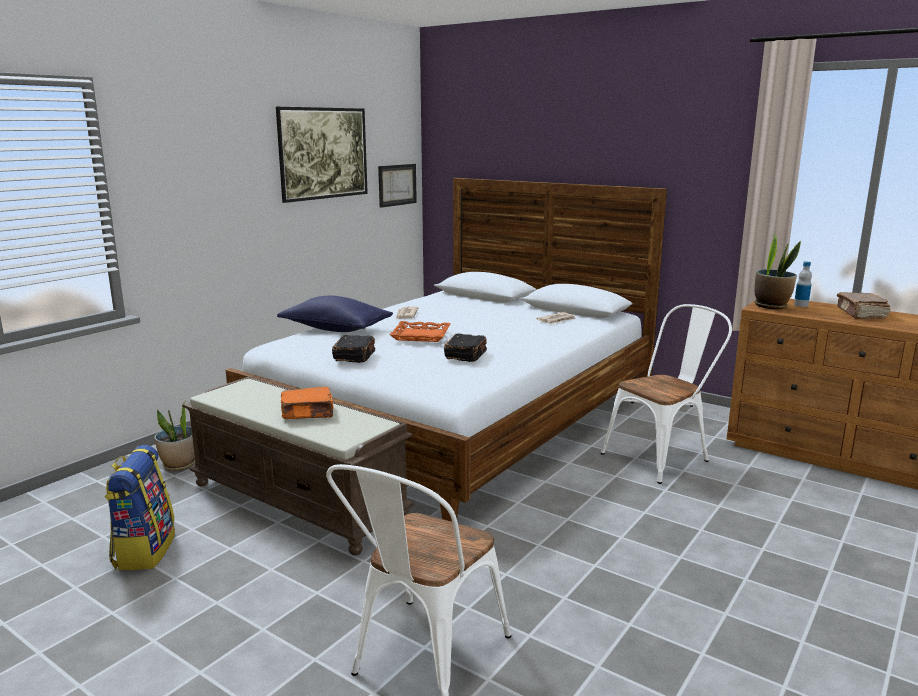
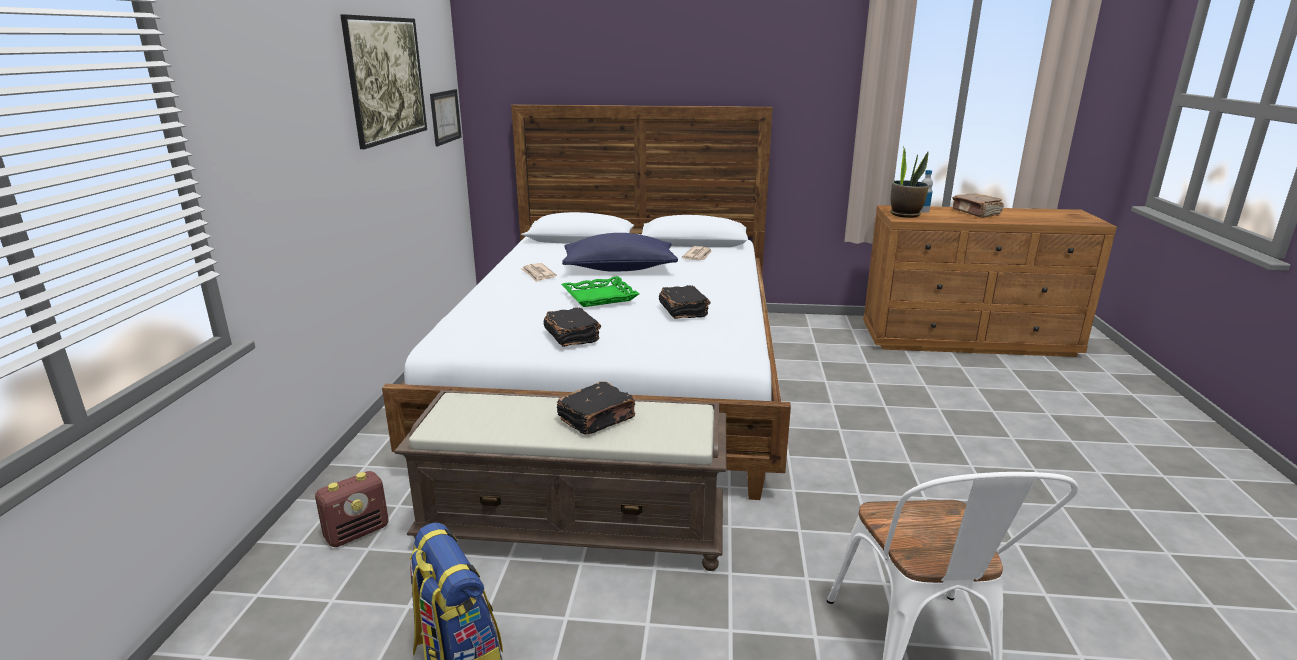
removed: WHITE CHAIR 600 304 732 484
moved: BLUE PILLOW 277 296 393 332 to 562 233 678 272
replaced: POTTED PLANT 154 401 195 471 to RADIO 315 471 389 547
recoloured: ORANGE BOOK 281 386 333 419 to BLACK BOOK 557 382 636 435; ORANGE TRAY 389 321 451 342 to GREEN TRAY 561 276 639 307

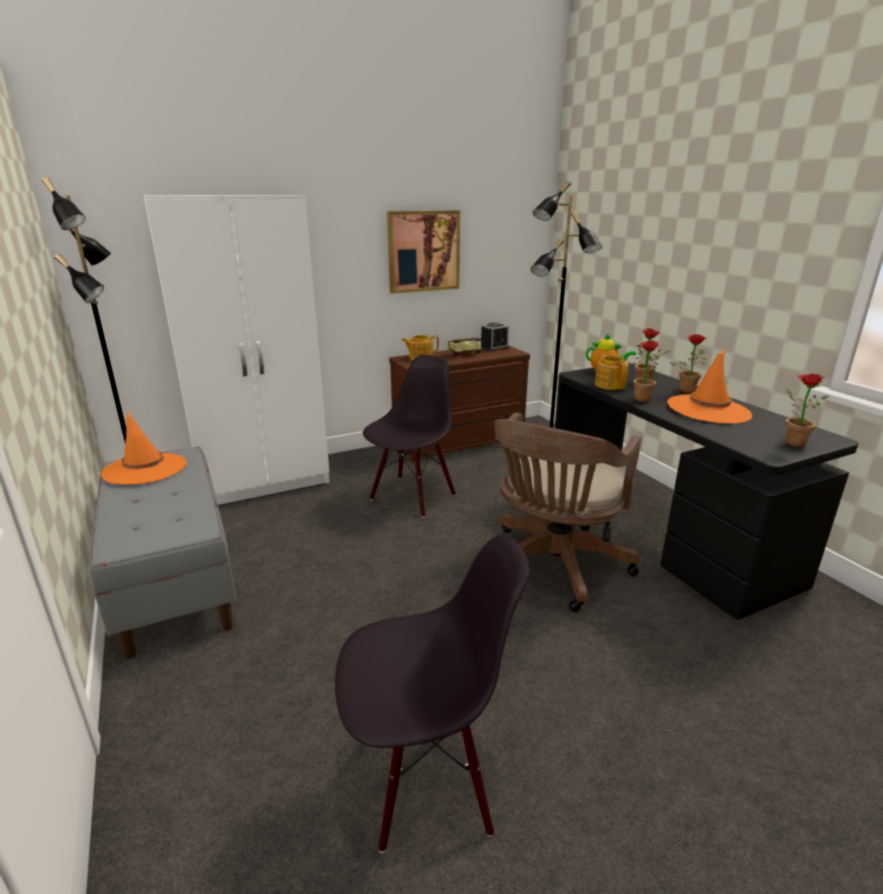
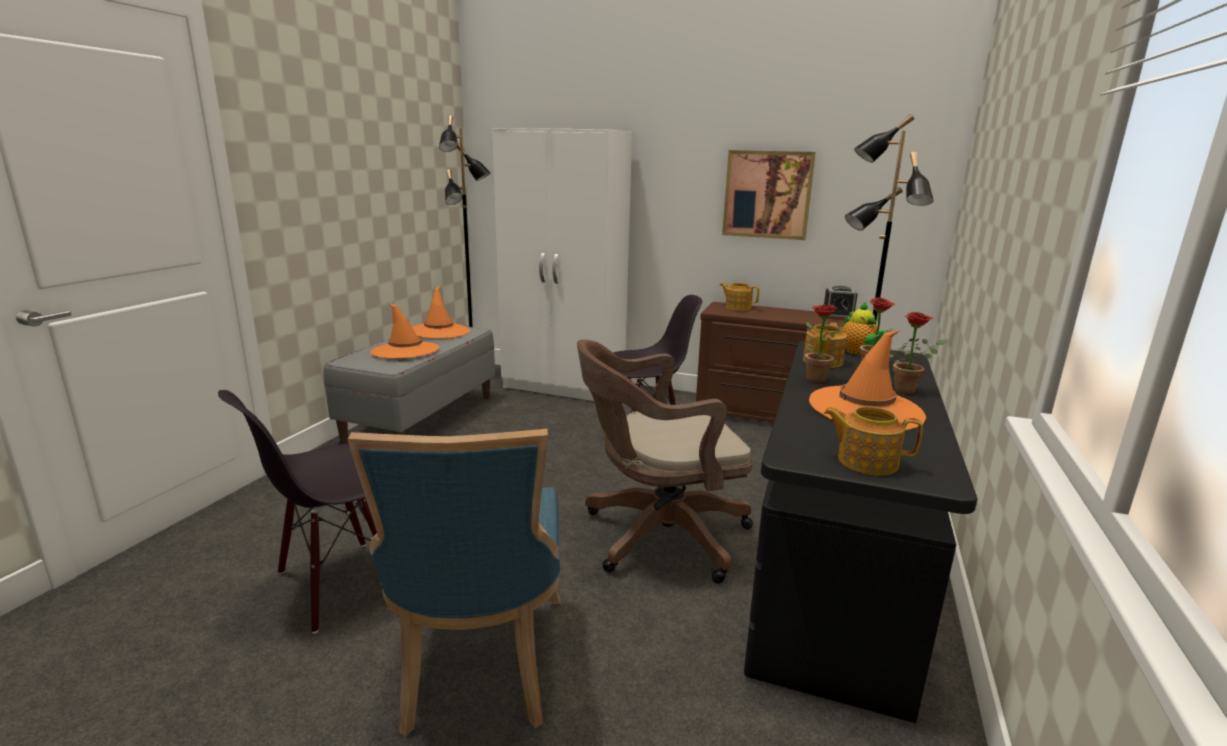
removed: BOOK 447 337 481 358
added: BLUE CHAIR 348 429 560 737; ORANGE HAT 370 303 440 358
replaced: POTTED PLANT 785 374 829 447 to TEAPOT 824 406 923 475
turned: BLACK CHAIR 335 534 529 853 = 218 390 377 633 105 degrees clockwise

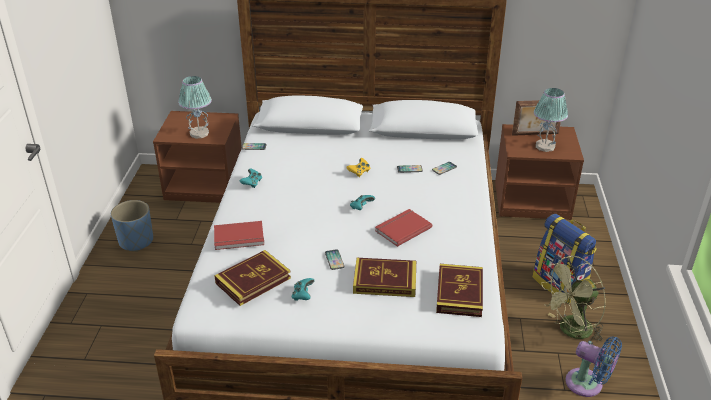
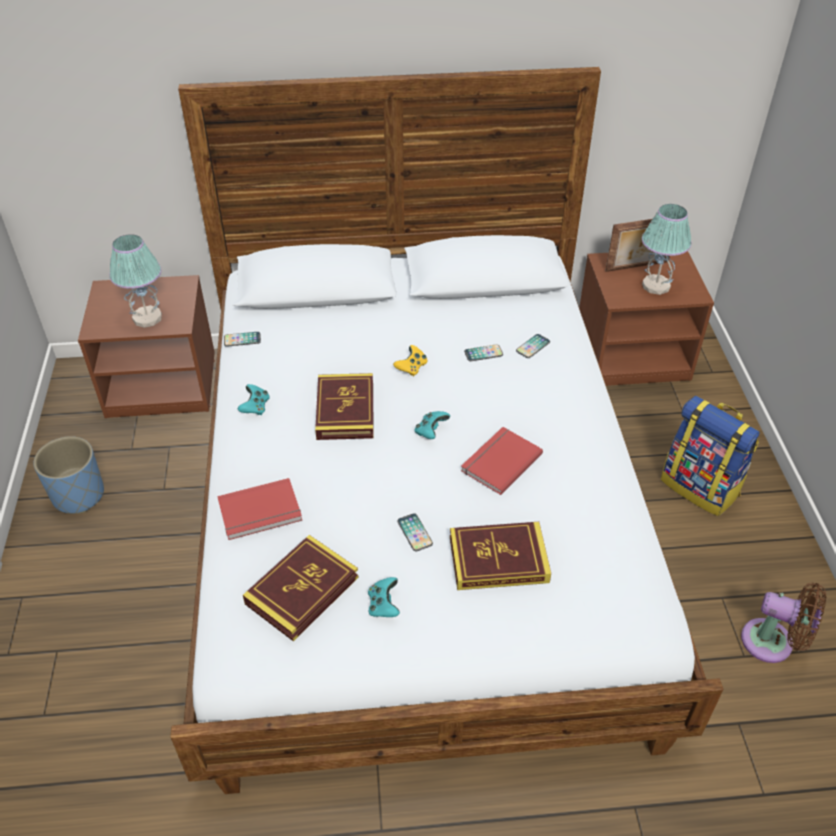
removed: GREEN FAN 541 256 606 345
moved: BOOK 436 264 483 317 to 315 373 374 440
recoloured: BLUE FAN 565 336 622 397 to BROWN FAN 741 583 826 663

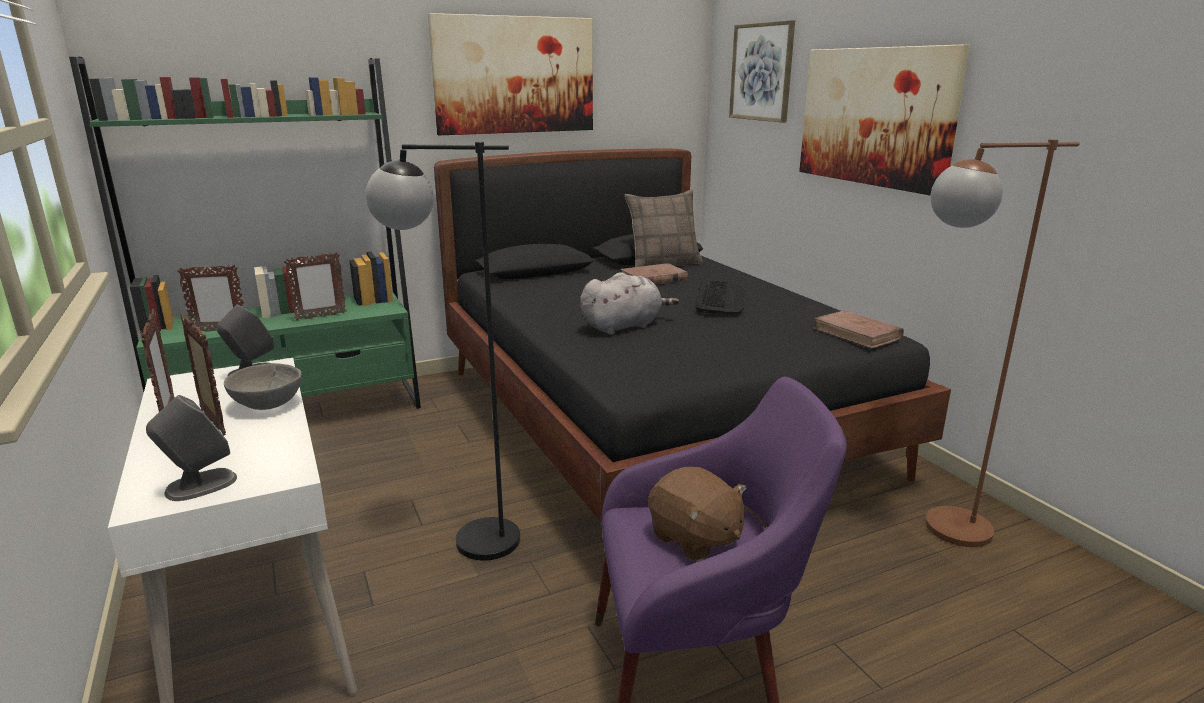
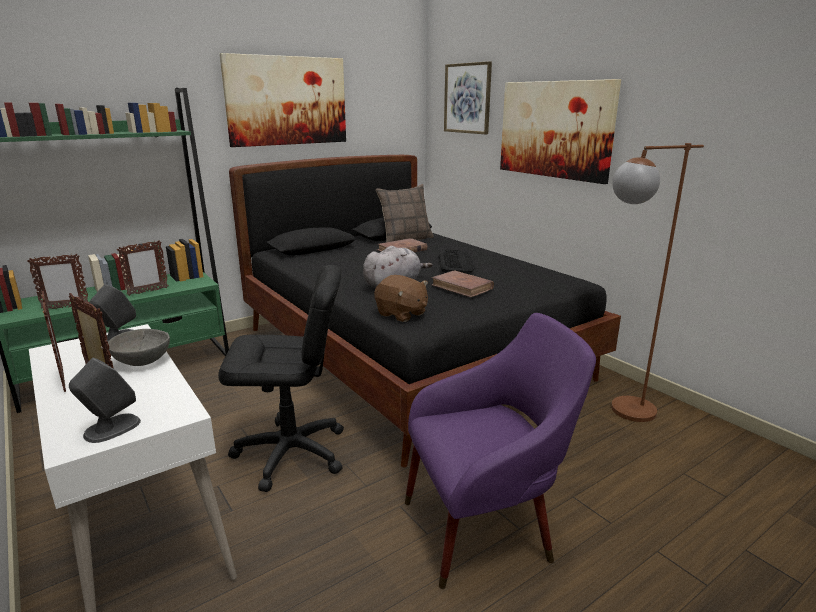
moved: BROWN PLUSH TOY 648 467 746 562 to 374 275 428 322; BROWN BOOK 813 310 904 349 to 431 270 494 297
replaced: BLACK FLOOR LAMP 366 142 520 560 to BLACK OFFICE CHAIR 218 265 344 492

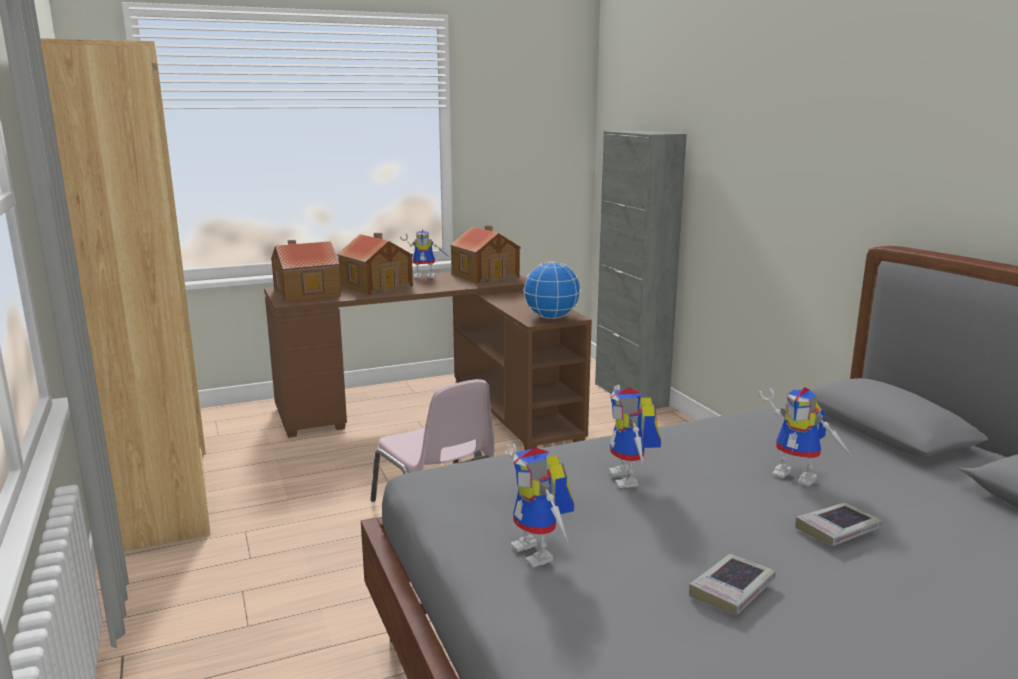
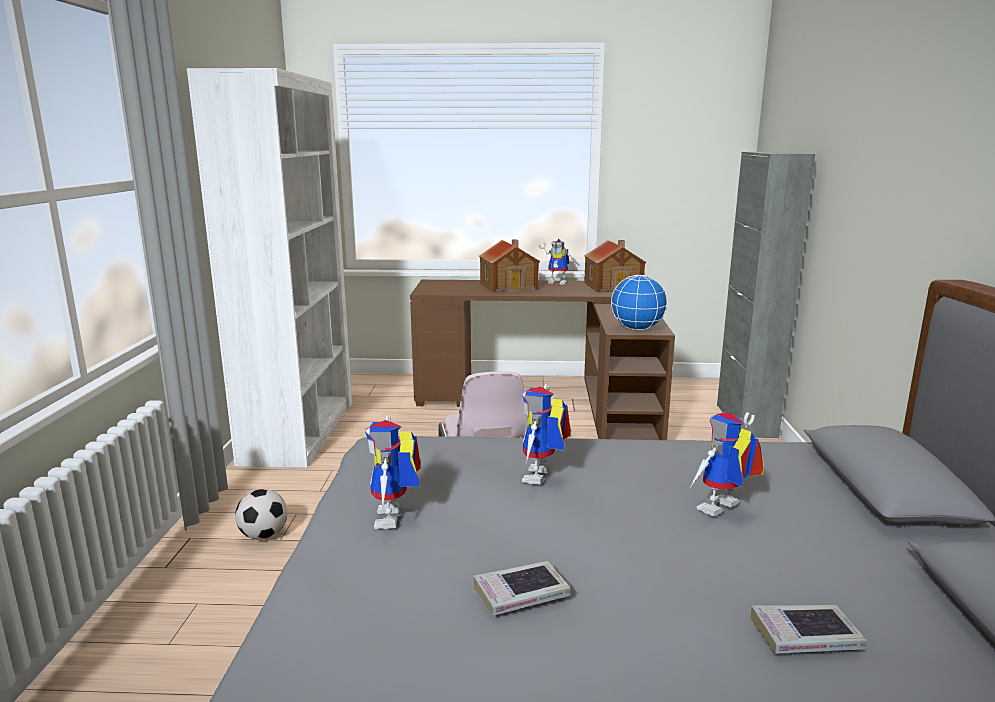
removed: TOY HOUSE 271 240 341 303
added: FOOTBALL 235 489 287 540
moved: BOOK 795 503 882 546 to 751 605 867 654
recoloured: BROWN BOOKCASE 40 38 210 551 to WHITE BOOKCASE 187 68 352 468
turned: TOY ROBOT 759 387 851 486 = 689 412 765 517 75 degrees clockwise

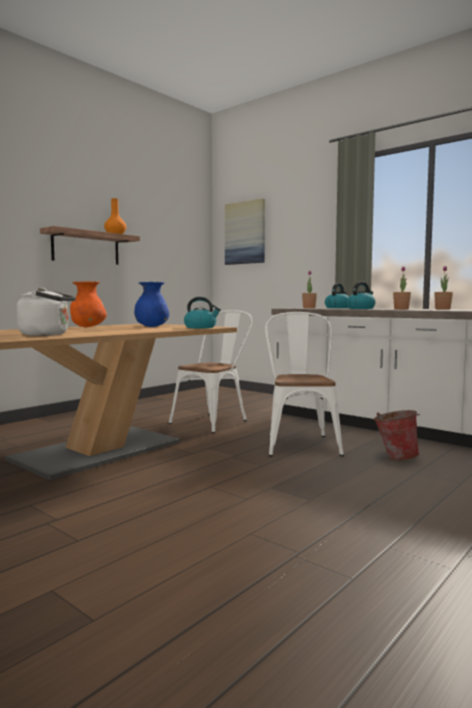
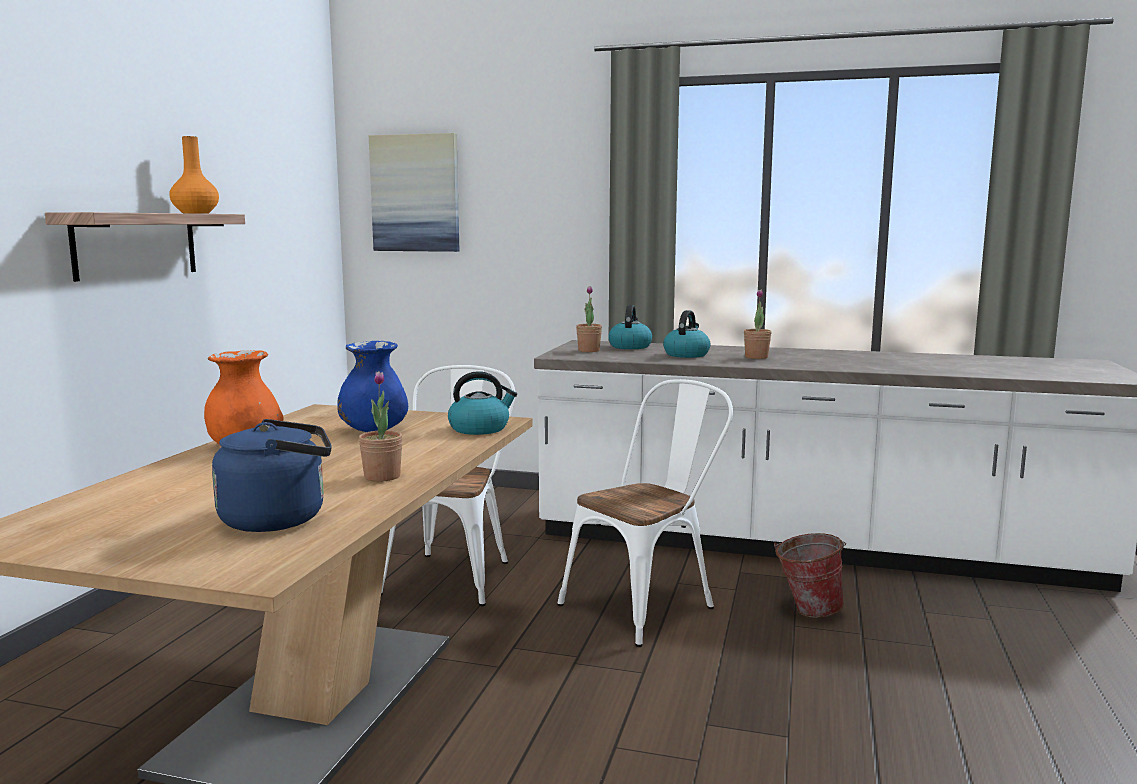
moved: POTTED PLANT 434 266 453 310 to 359 371 403 482
recoloured: WHITE KETTLE 17 288 76 336 to BLUE KETTLE 212 419 332 532
turned: WHITE CHAIR 265 312 344 456 = 557 379 733 647 75 degrees clockwise

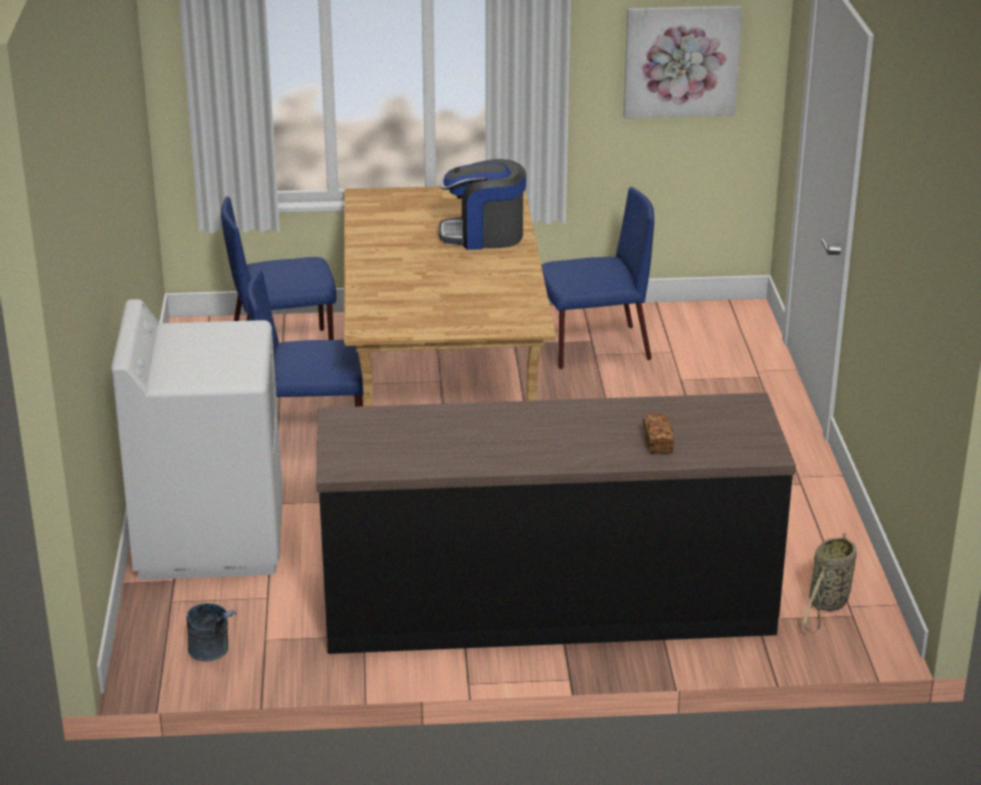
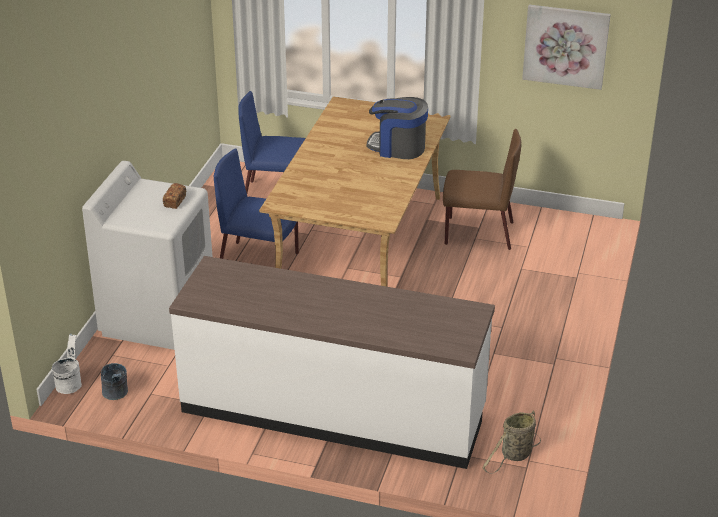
added: WHITE BUCKET 52 333 82 394
moved: BREAD 643 413 674 454 to 163 183 186 209
recoloured: BLACK COUNTER 316 393 796 654 to WHITE COUNTER 169 256 495 469; BLUE CHAIR 541 187 654 369 to BROWN CHAIR 443 129 521 250

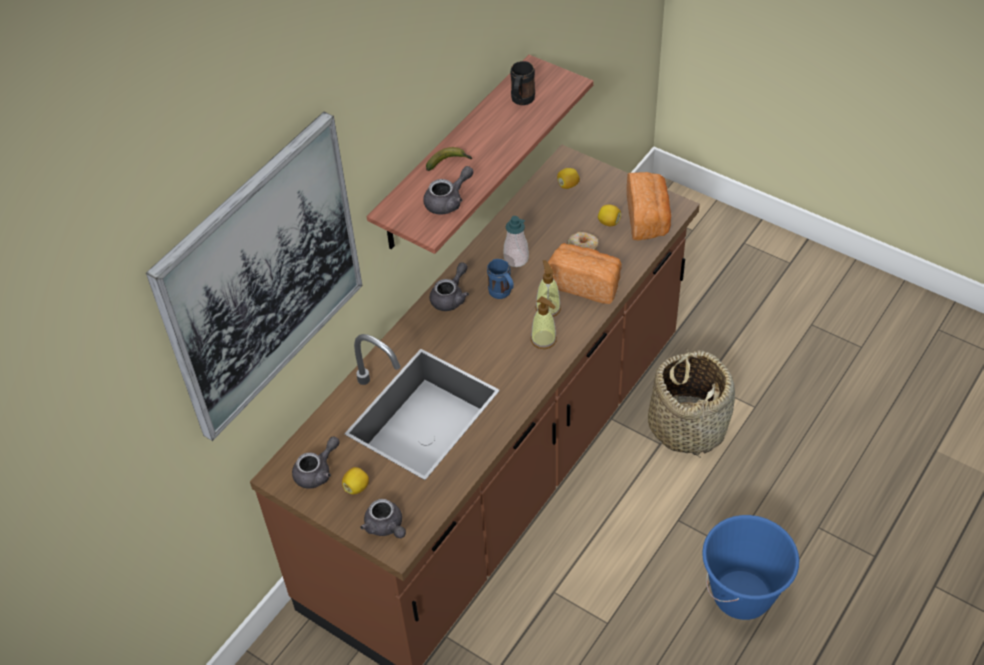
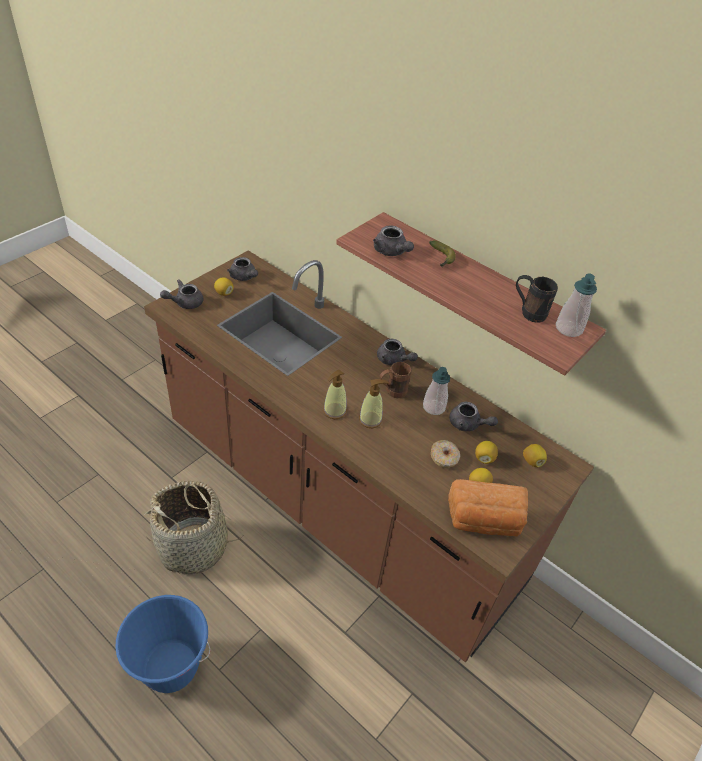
removed: PICTURE 146 112 362 441; BREAD 544 243 622 304
added: GREY TEAPOT 449 402 498 431; LEMON 475 441 498 464; SOAP DISPENSER 556 273 597 337
moved: BASKET 648 349 735 458 to 143 481 243 575
recoloured: BLUE MUG 487 259 514 299 to BROWN MUG 379 362 412 398

